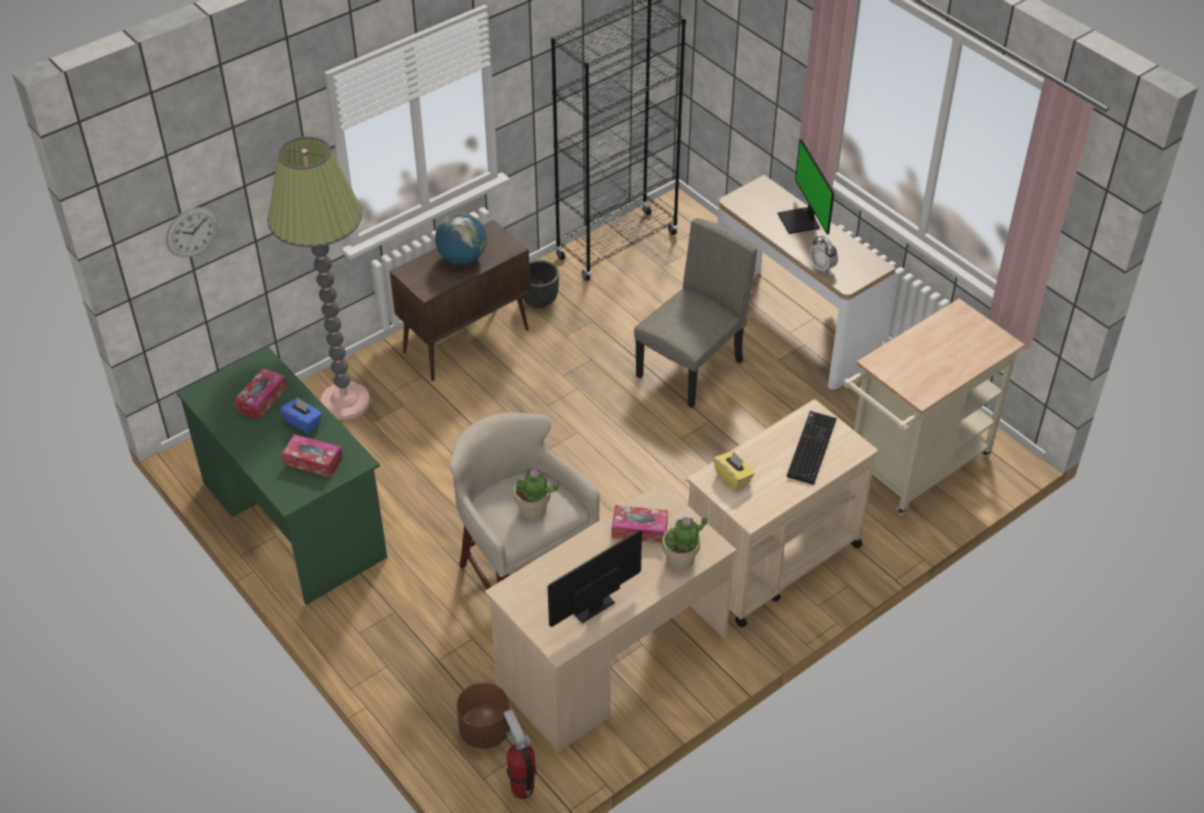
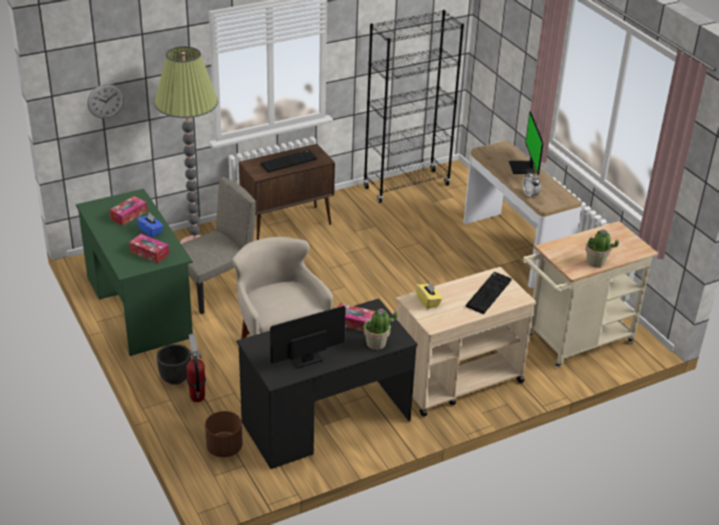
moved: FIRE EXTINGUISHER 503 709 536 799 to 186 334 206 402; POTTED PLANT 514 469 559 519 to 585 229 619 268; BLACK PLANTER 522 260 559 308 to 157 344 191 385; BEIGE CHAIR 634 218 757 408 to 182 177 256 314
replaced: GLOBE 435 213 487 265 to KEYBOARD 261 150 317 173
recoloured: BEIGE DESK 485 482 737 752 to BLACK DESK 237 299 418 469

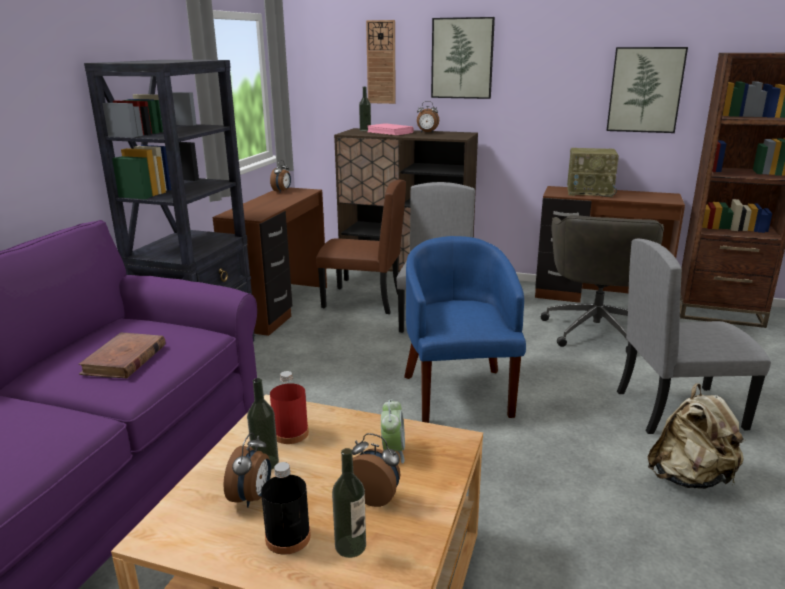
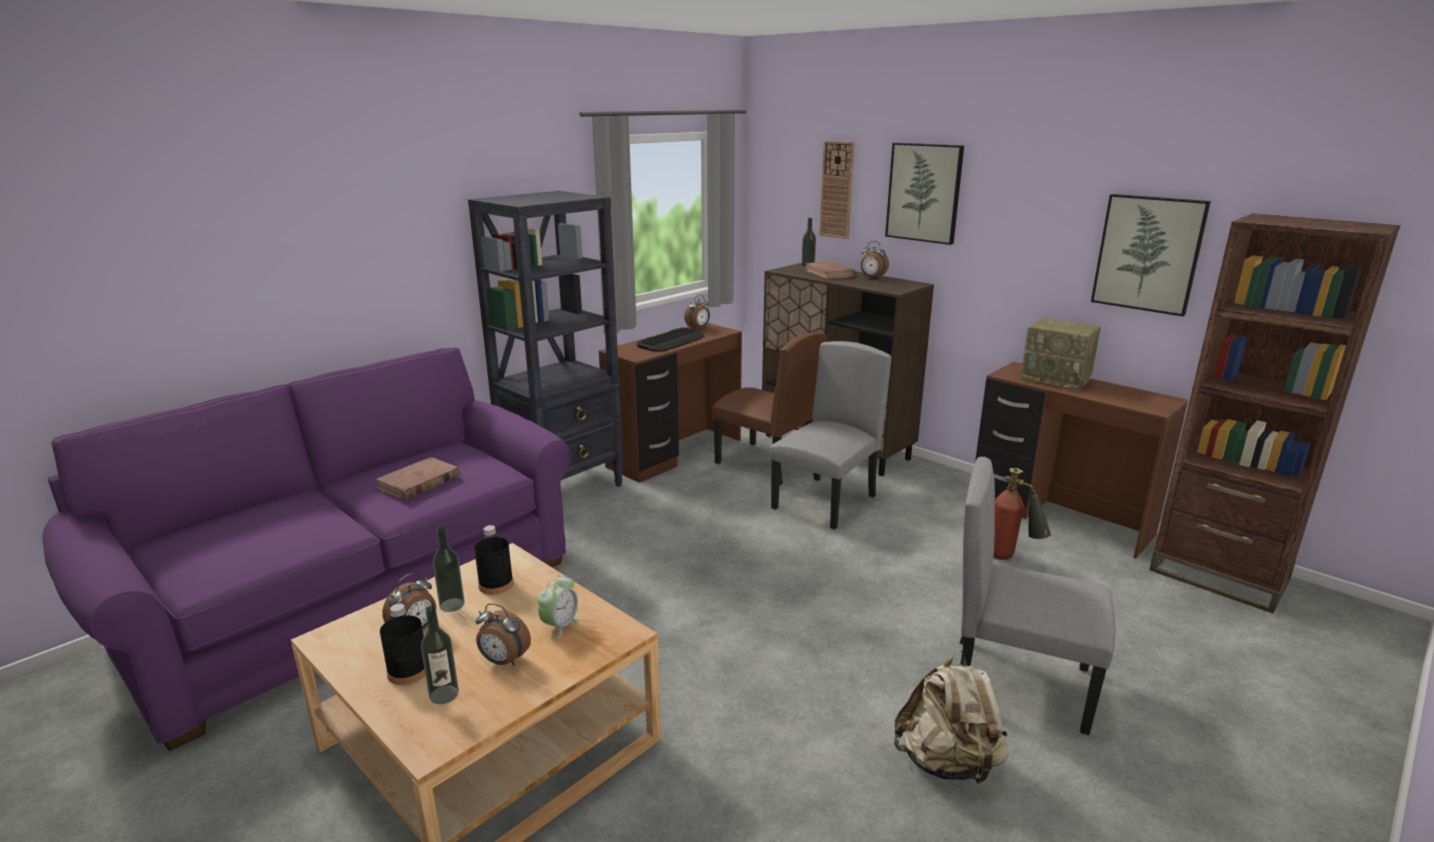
removed: BLUE ARMCHAIR 404 236 526 423
added: KEYBOARD 636 328 705 352
replaced: GREY OFFICE CHAIR 541 215 664 353 to FIRE EXTINGUISHER 994 468 1051 560
recoloured: RED BOTTLE 270 371 309 444 to BLACK BOTTLE 474 525 514 595; PINK BOOK 368 123 414 136 to BROWN BOOK 805 261 856 279
turned: ALARM CLOCK 352 433 400 507 = 476 603 531 666 150 degrees clockwise

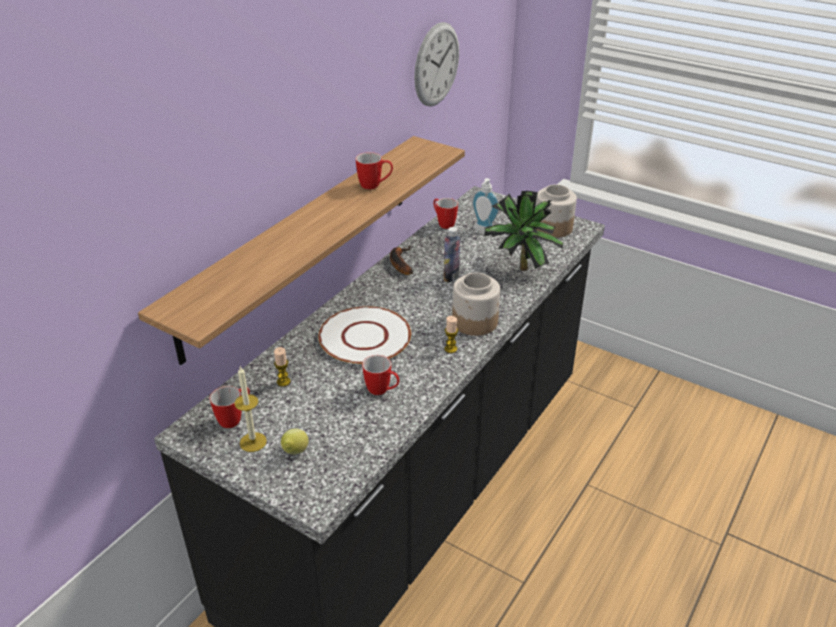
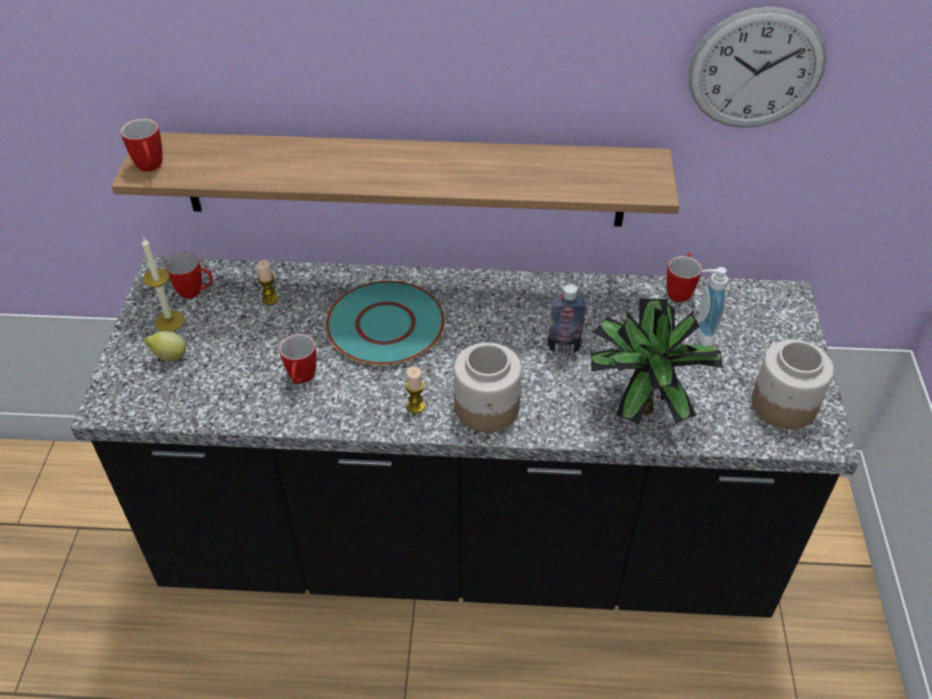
removed: BANANA 390 246 413 275
moved: MUG 356 152 393 190 to 120 119 163 172
recoloured: WHITE PLATE 318 306 411 365 to TURQUOISE PLATE 326 281 445 365

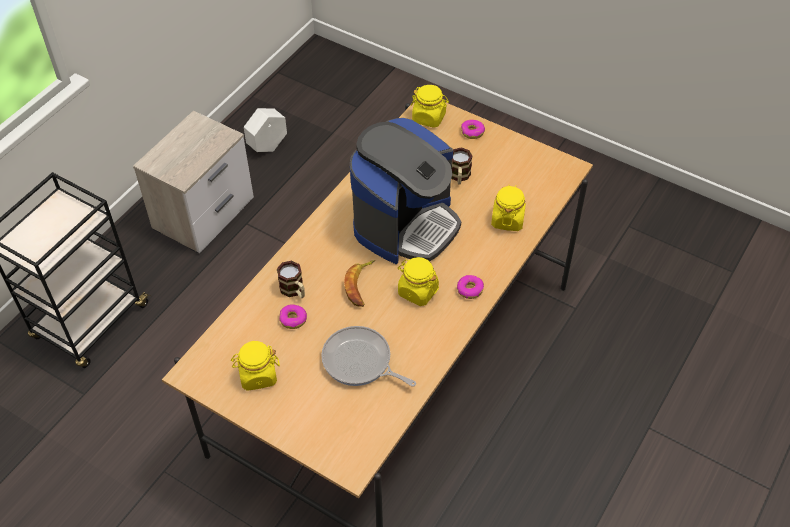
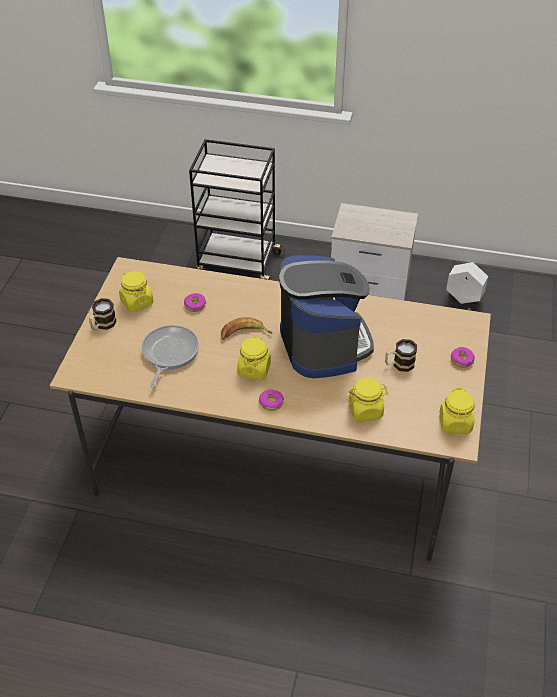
moved: MUG 277 260 305 298 to 89 298 116 330; YELLOW JAR 411 85 449 128 to 439 388 475 434
turned: COFFEE MACHINE 350 118 461 264 = 279 255 374 378 120 degrees counterclockwise

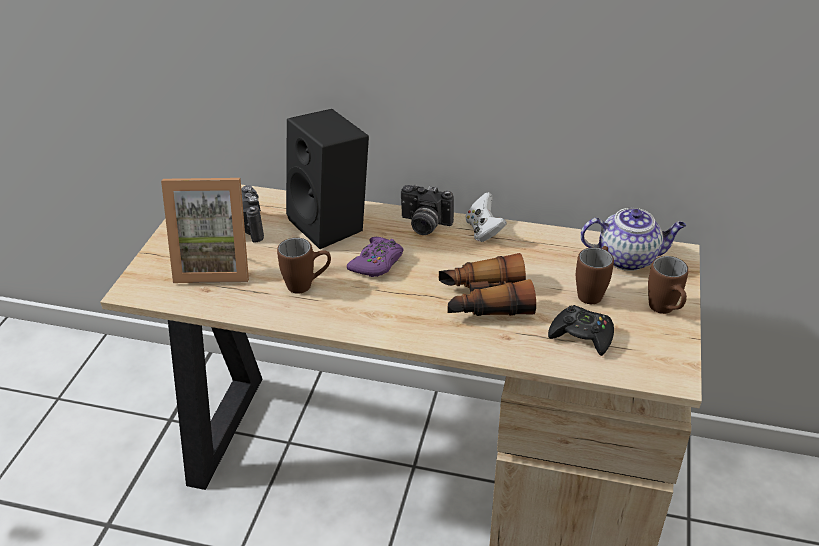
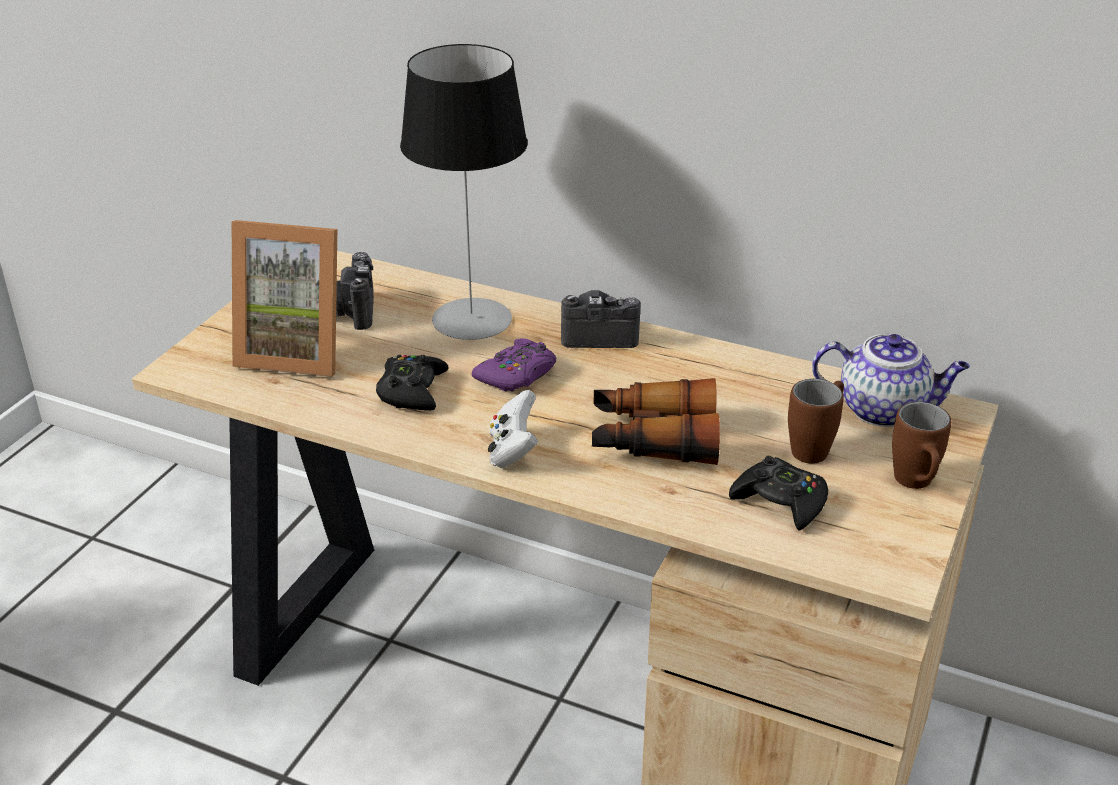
moved: WHITE GAME CONTROLLER 466 192 507 242 to 488 390 538 468
replaced: BROWN MUG 277 238 331 294 to BLACK GAME CONTROLLER 376 355 449 411; BLACK SPEAKER 286 109 369 249 to TABLE LAMP 400 44 528 340
turned: PHOTO CAMERA 401 184 454 235 = 561 290 641 348 150 degrees clockwise

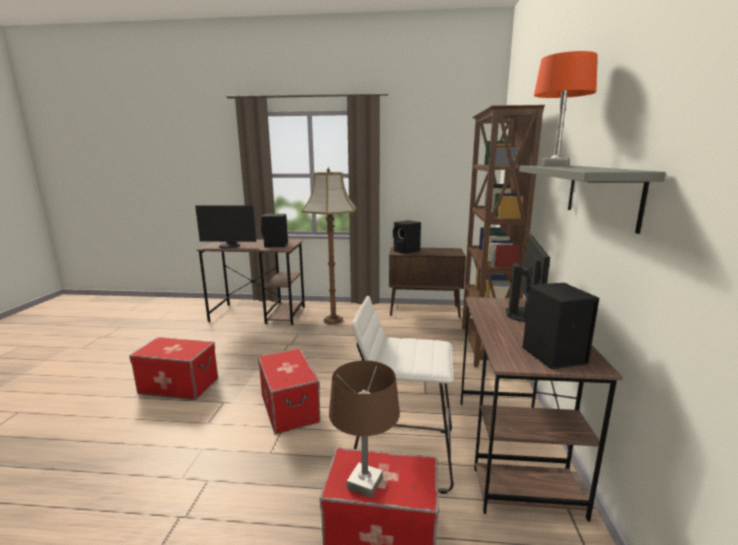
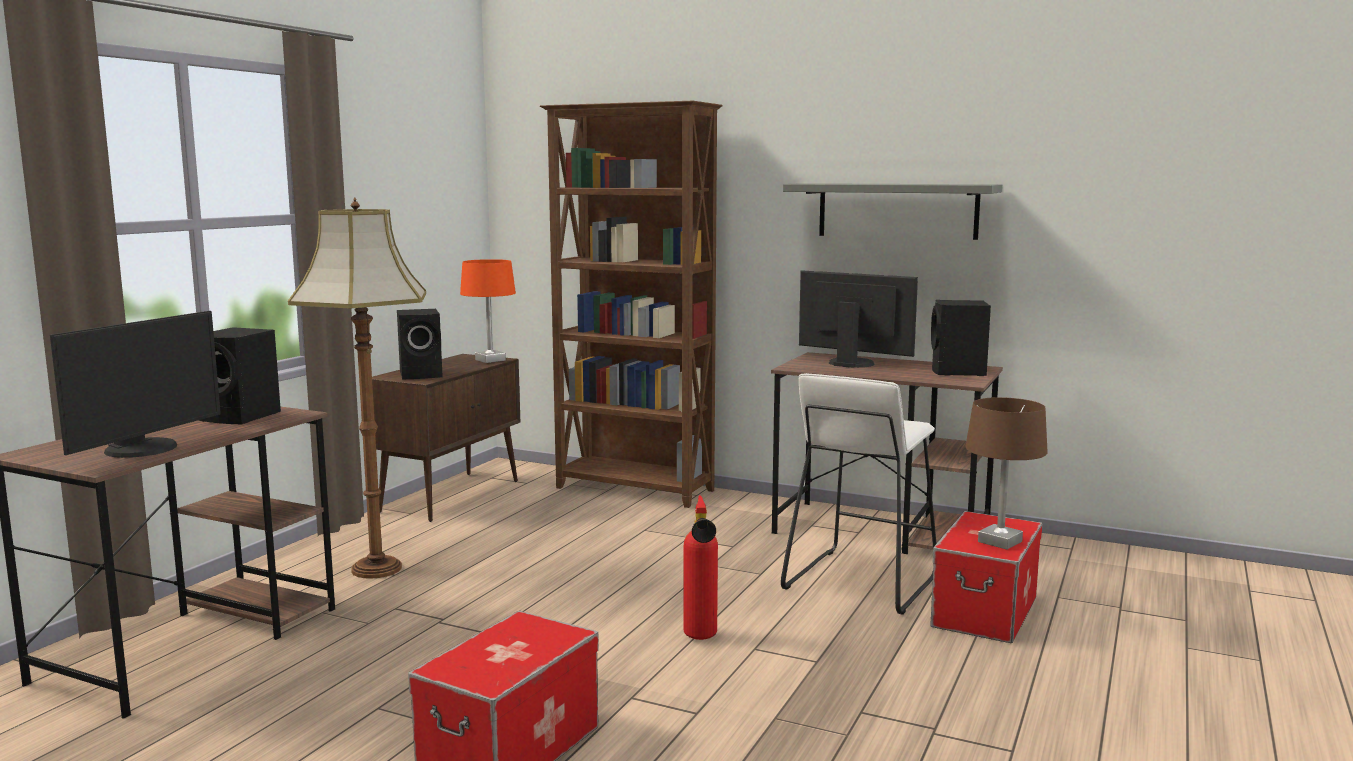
moved: ORANGE TABLE LAMP 534 51 598 167 to 460 259 516 363
replaced: STORAGE BOX 258 348 321 435 to FIRE EXTINGUISHER 683 495 718 640

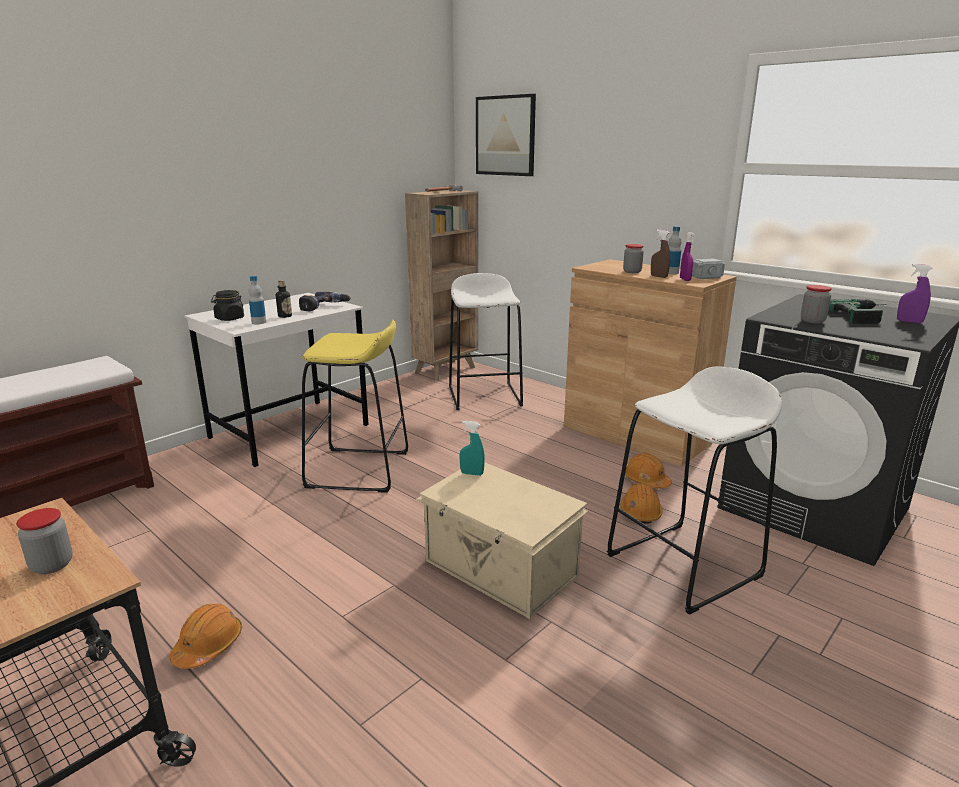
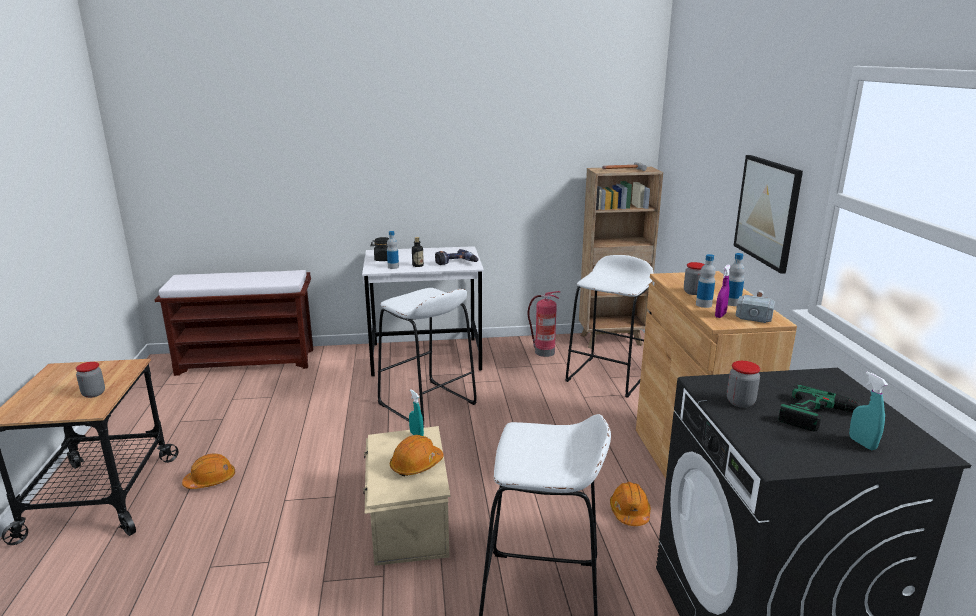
added: FIRE EXTINGUISHER 528 291 560 357
moved: PICTURE 476 94 536 176 to 733 155 803 274; ORANGE HARD HAT 620 483 663 524 to 390 435 444 477
replaced: BROWN SPRAY BOTTLE 651 230 670 278 to BOTTLE 696 254 716 308
recoloured: YELLOW STOOL 302 320 408 493 to WHITE STOOL 378 288 477 426; PURPLE SPRAY BOTTLE 897 264 933 323 to TURQUOISE SPRAY BOTTLE 849 372 888 450

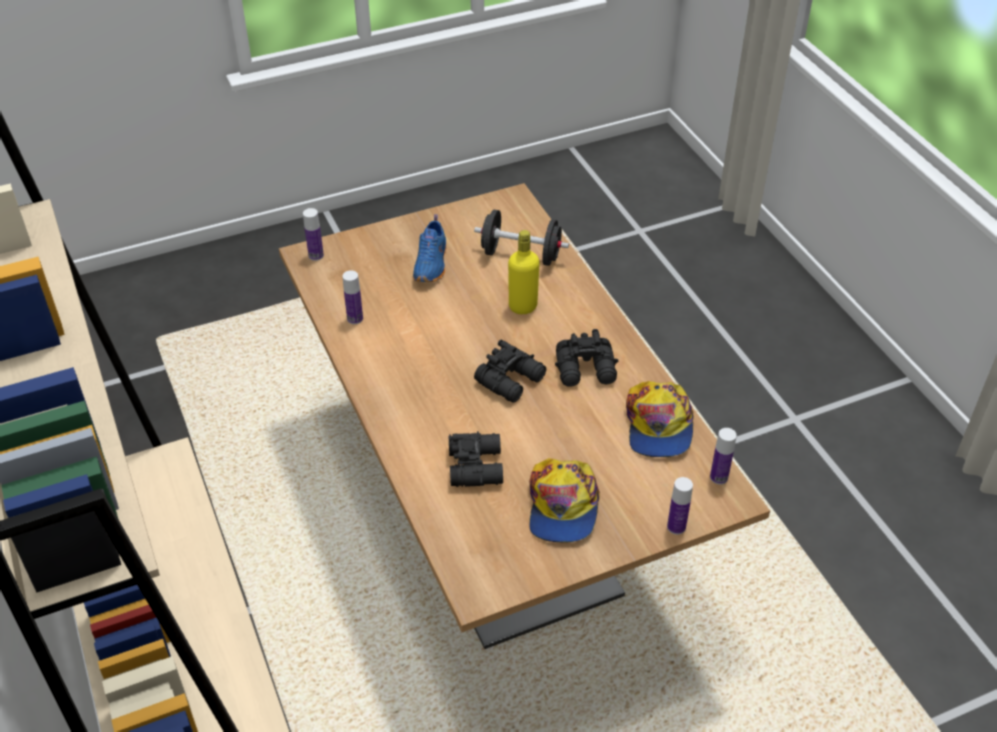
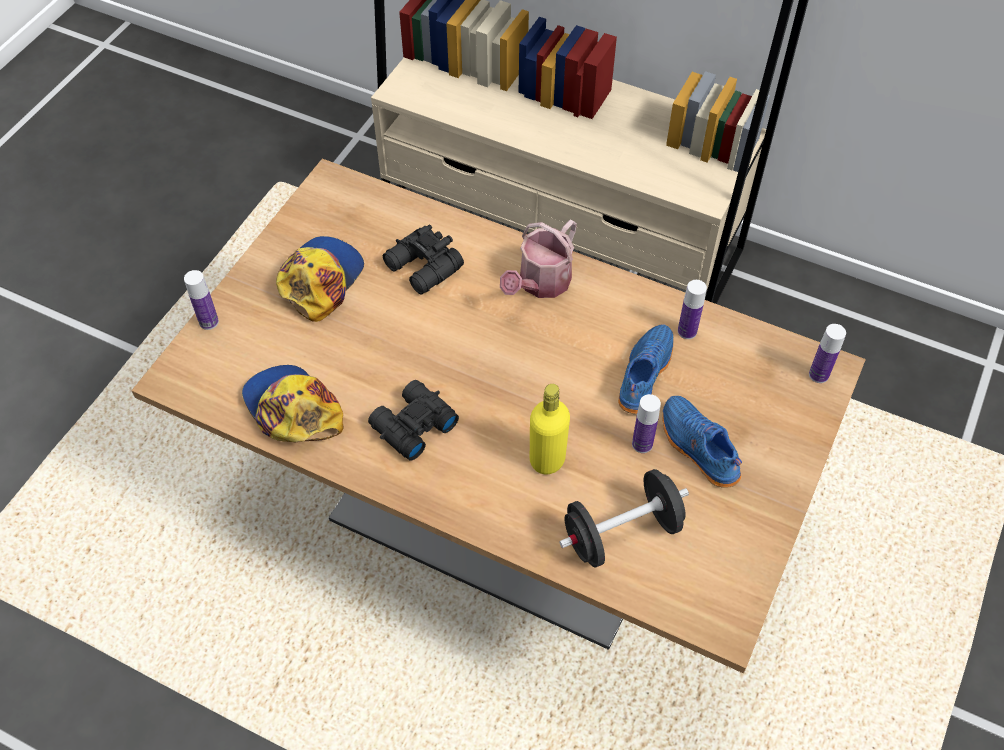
removed: BLACK BINOCULARS 474 339 546 403
added: WATERING CAN 500 219 577 298; BLUE SHOE 618 324 673 414
moved: BOTTLE 710 428 737 485 to 632 394 661 453
turned: CAP 529 458 600 543 = 276 236 364 322 60 degrees clockwise

